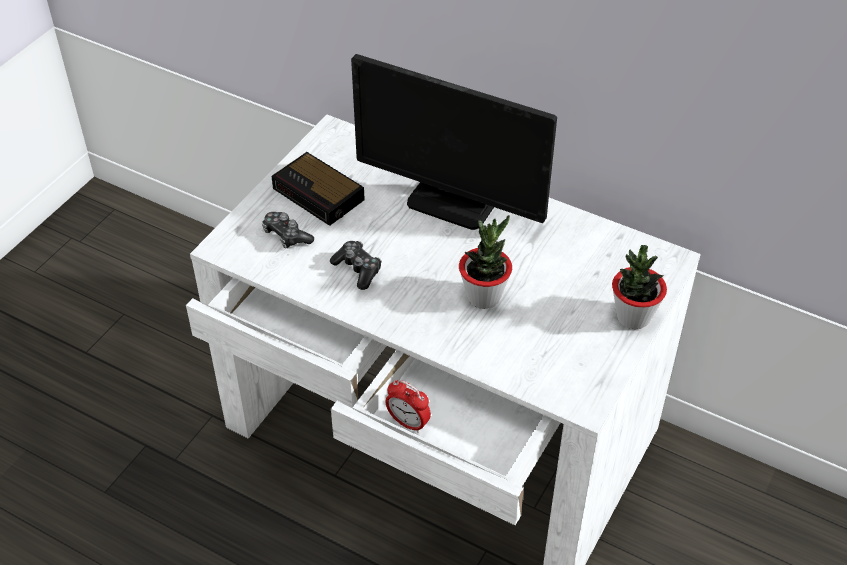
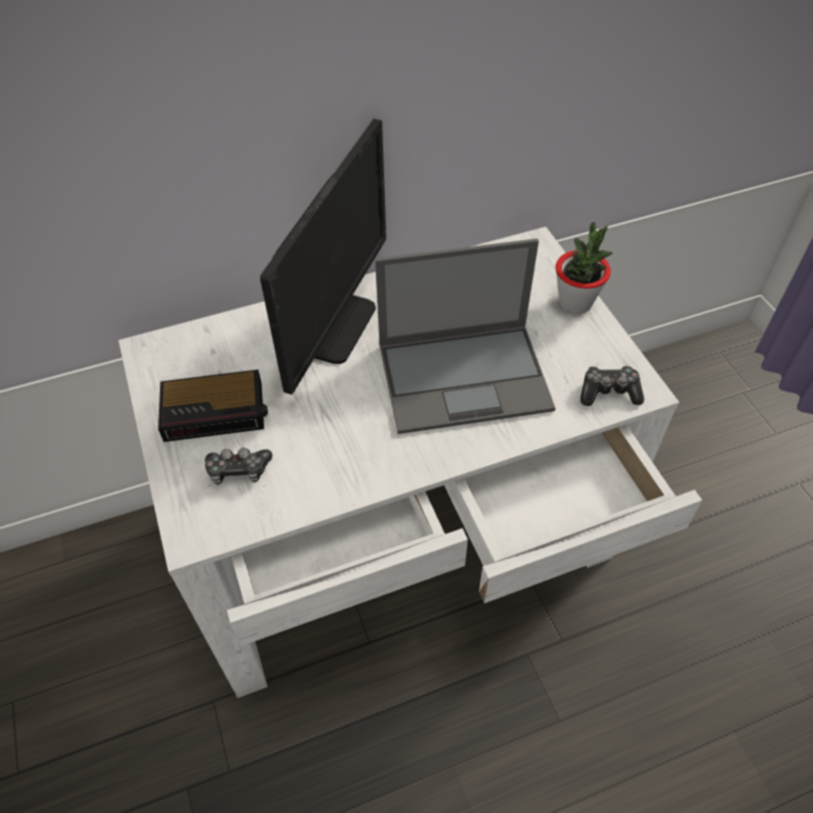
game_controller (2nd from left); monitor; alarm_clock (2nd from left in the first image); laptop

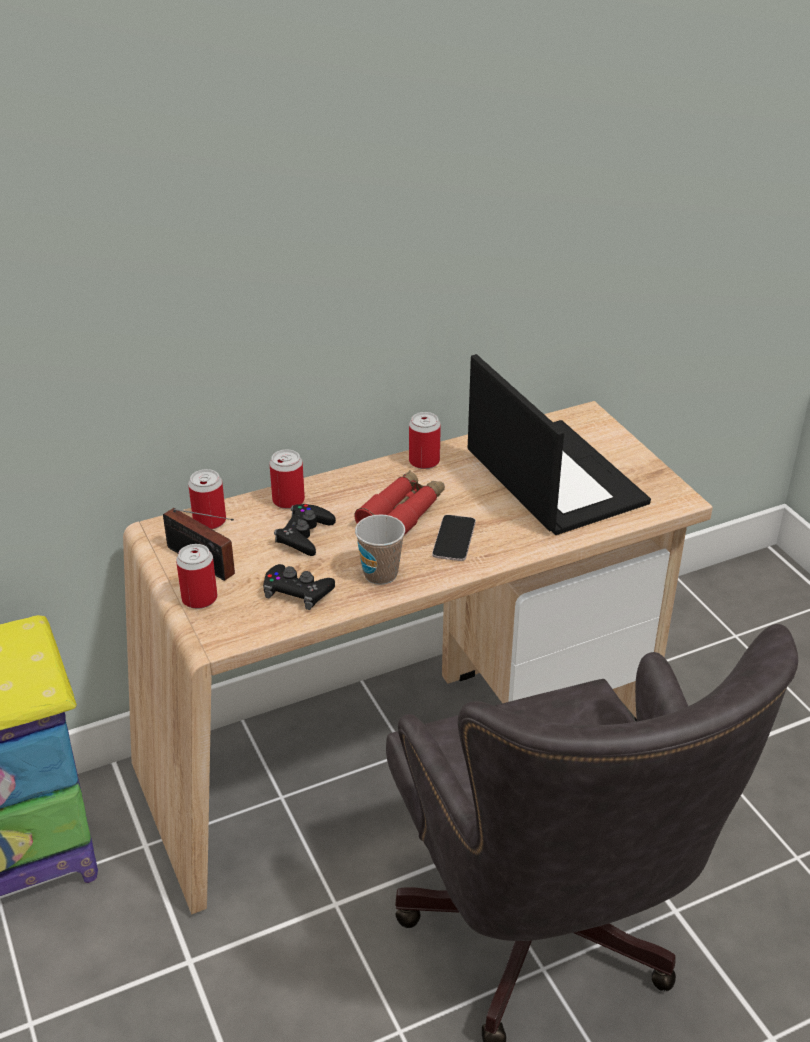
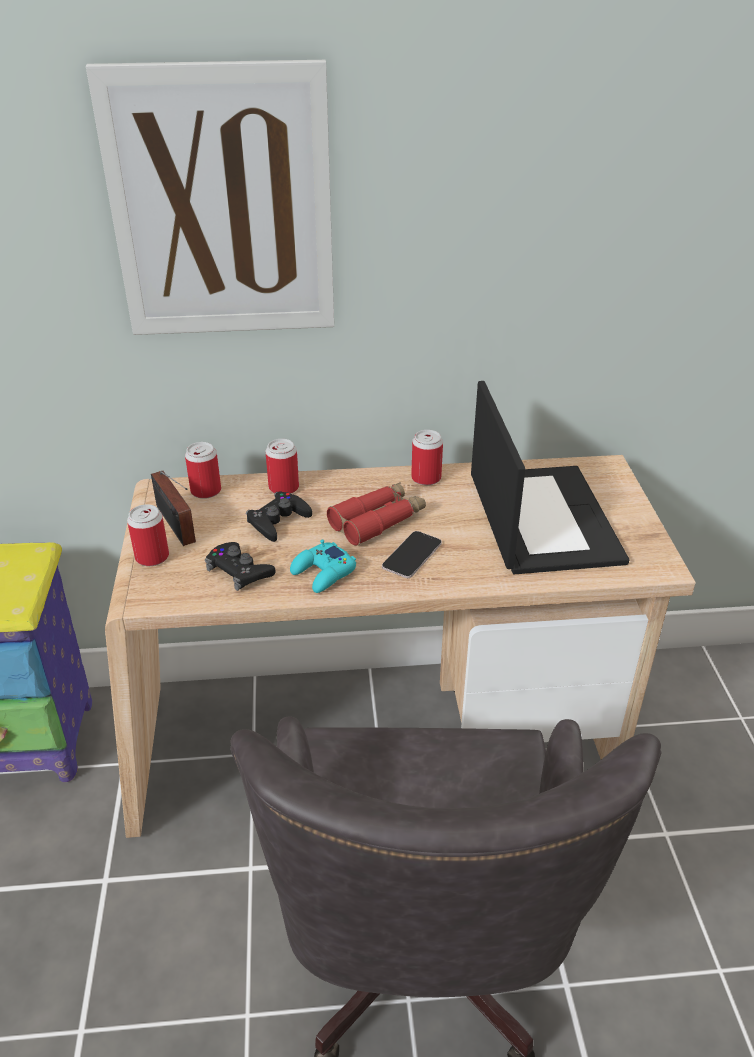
turquoise_game_controller; picture

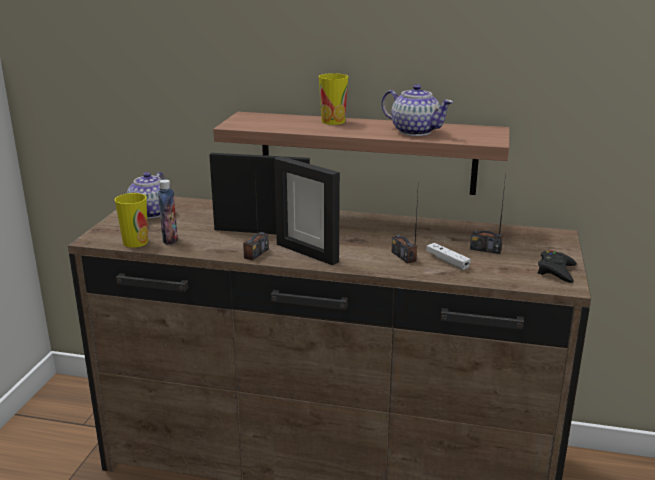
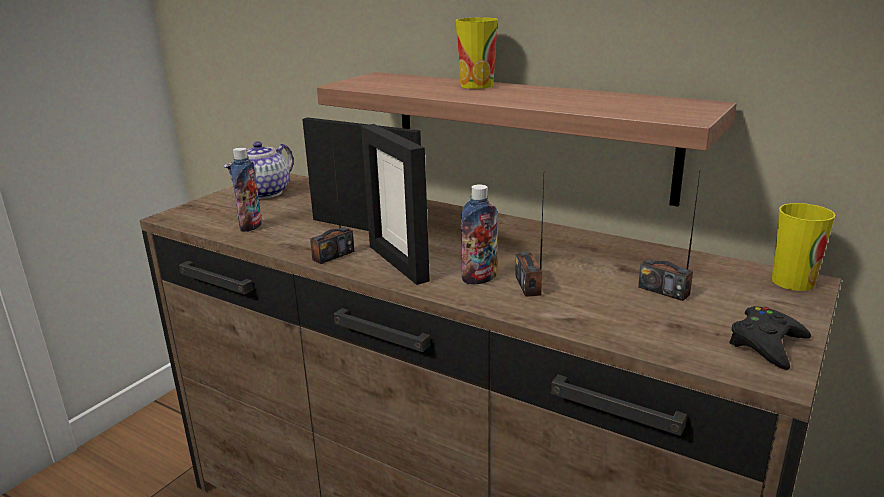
cup (2nd from left); teapot (2nd from left in the first image); white_game_controller; bottle (2nd from left)

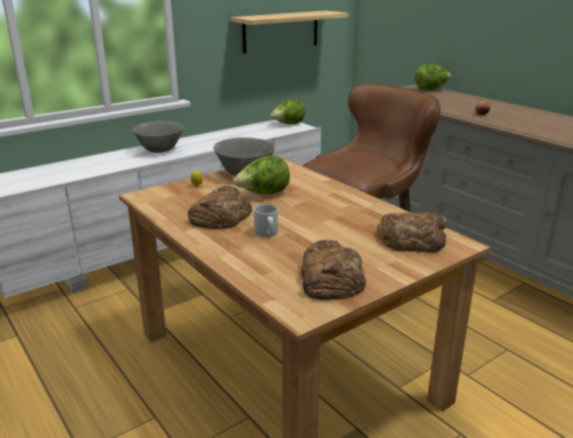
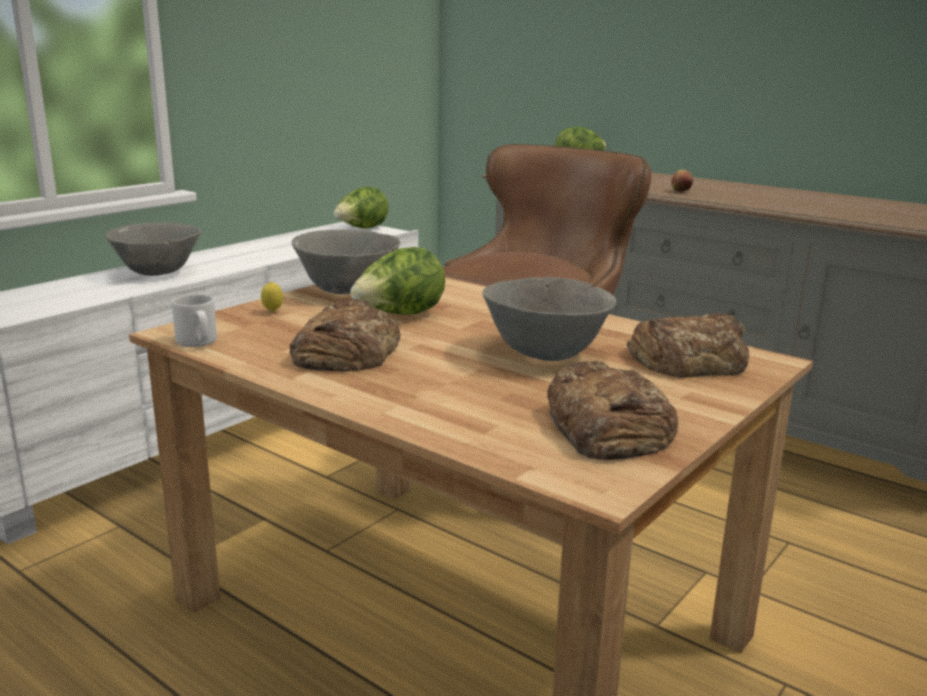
shelf; grey_mug; grey_bowl (3rd from left)

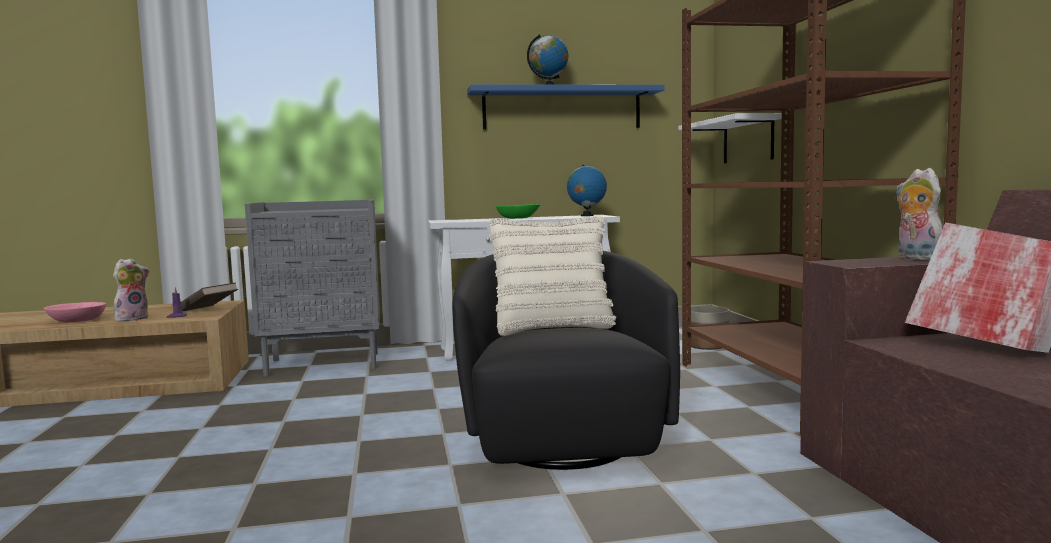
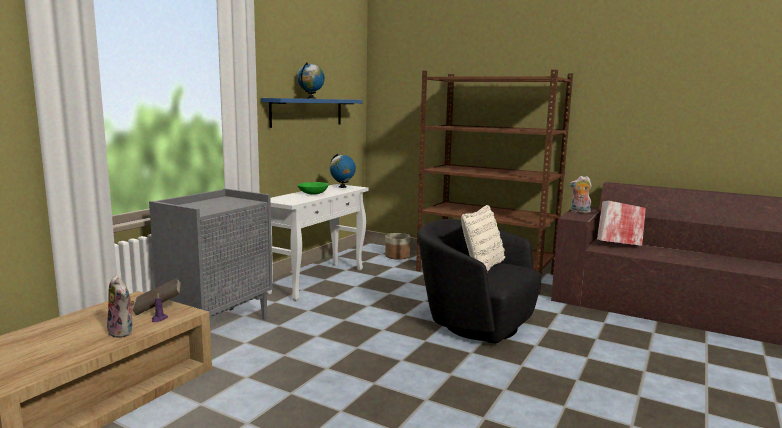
pink_bowl; plush_toy (1st from left); white_shelf

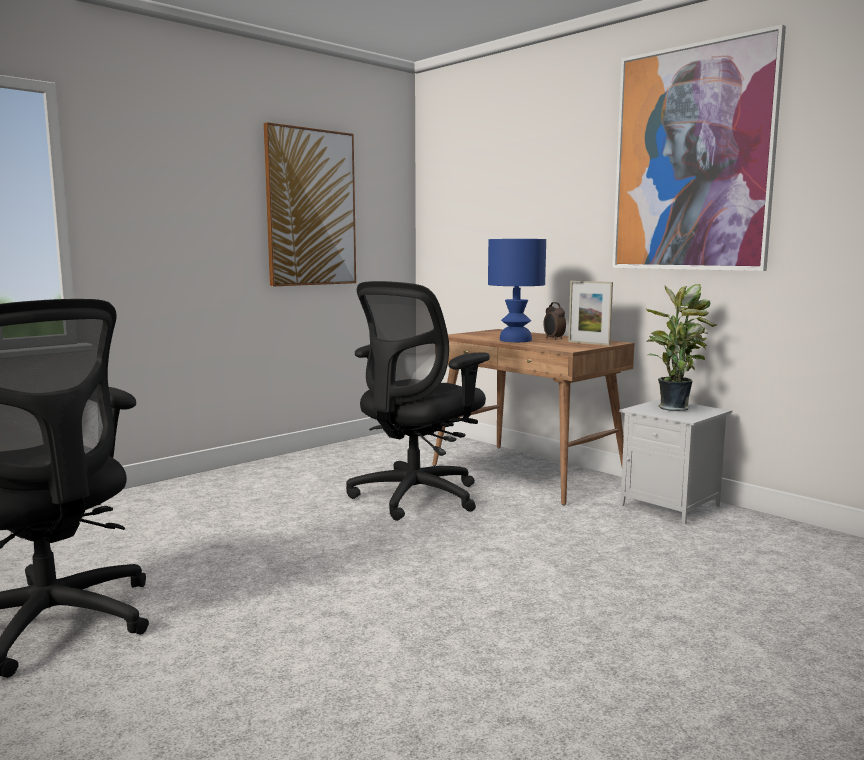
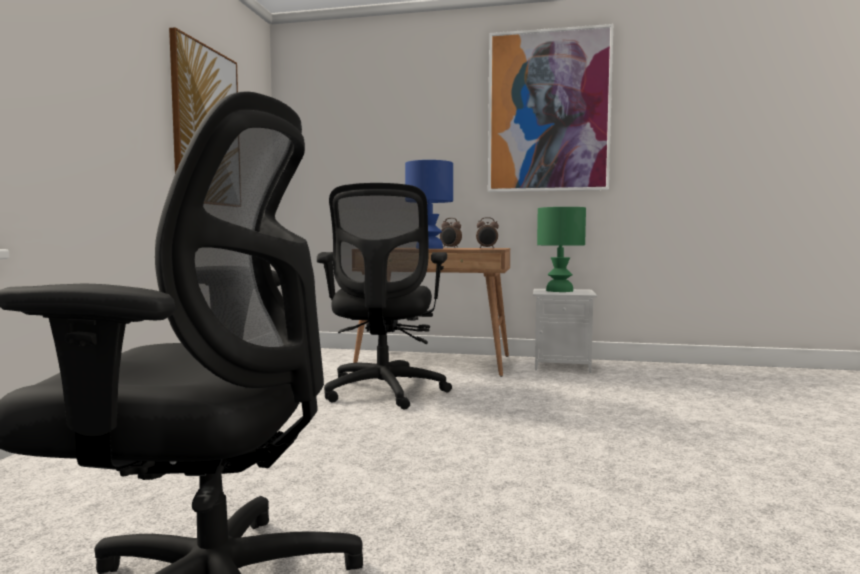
alarm_clock (2nd from left); green_table_lamp

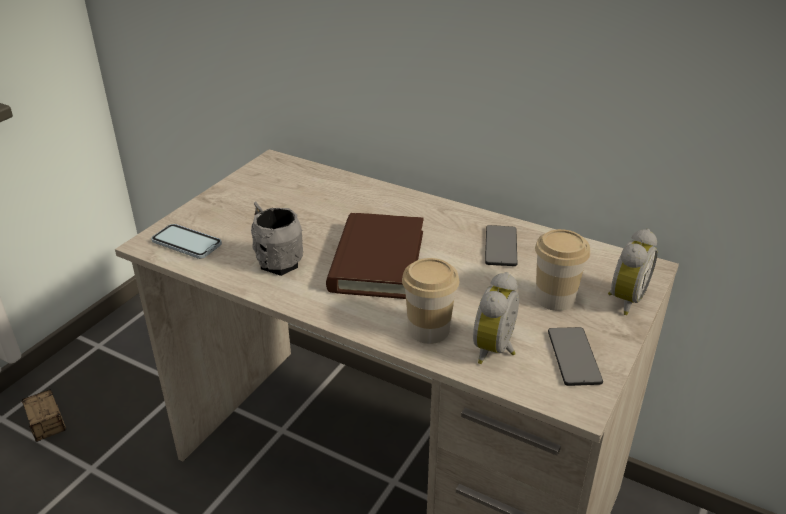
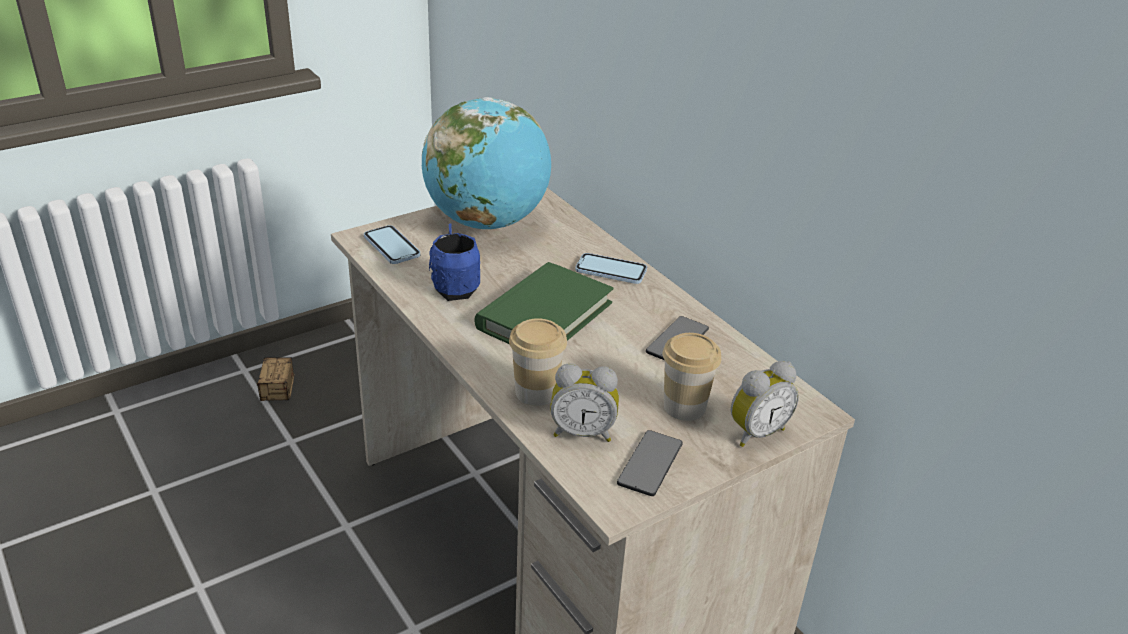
blue_mug; green_book; alarm_clock (1st from left); globe; phone (2nd from left)

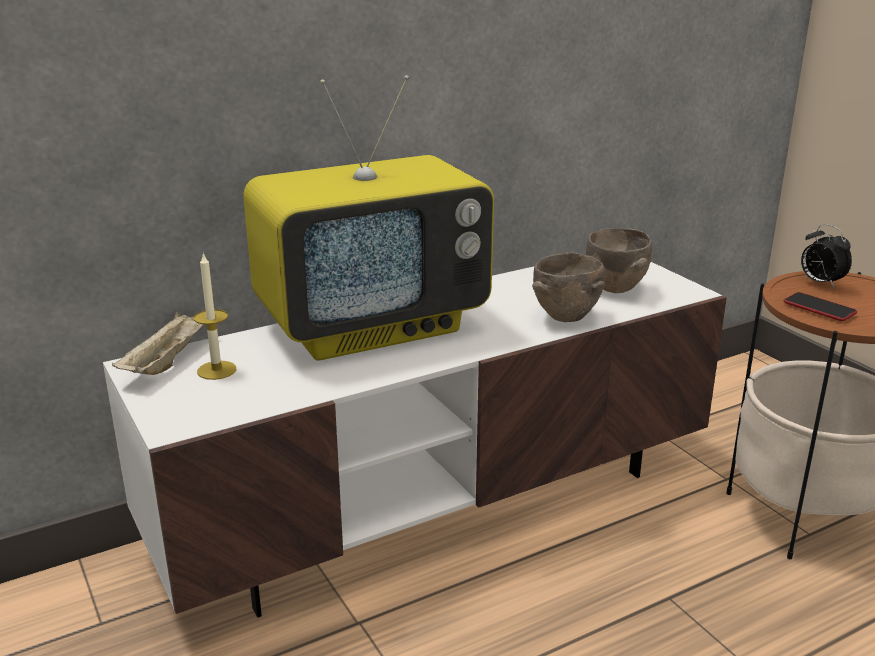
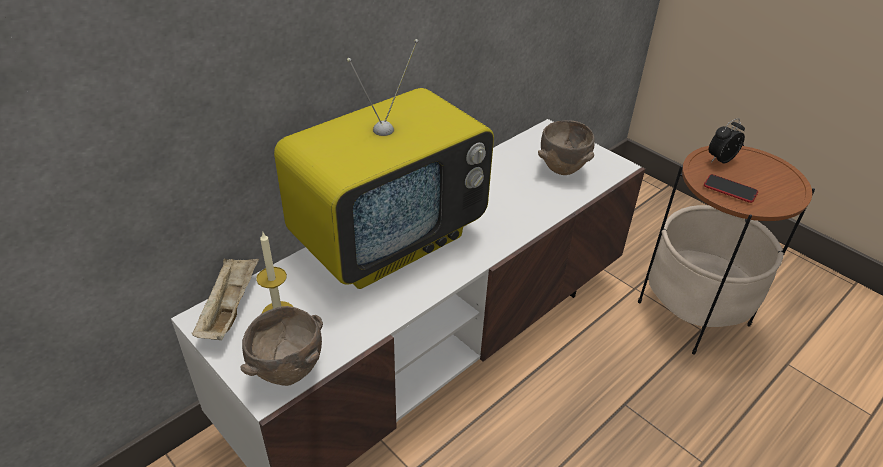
brown_bowl (1st from left); alarm_clock

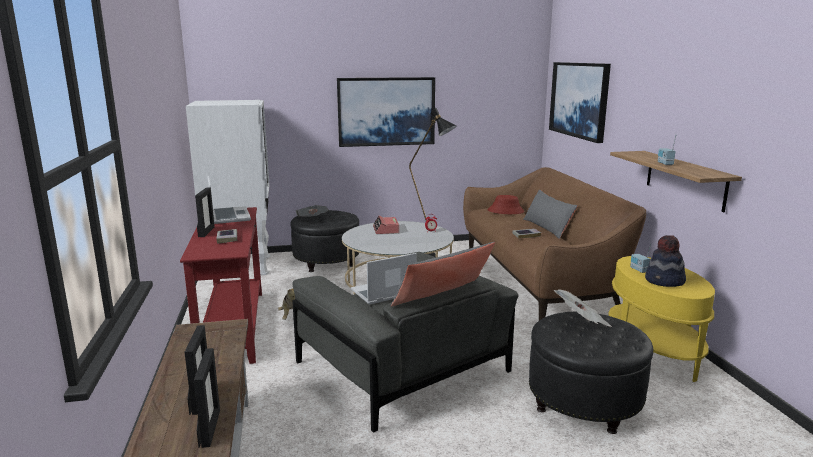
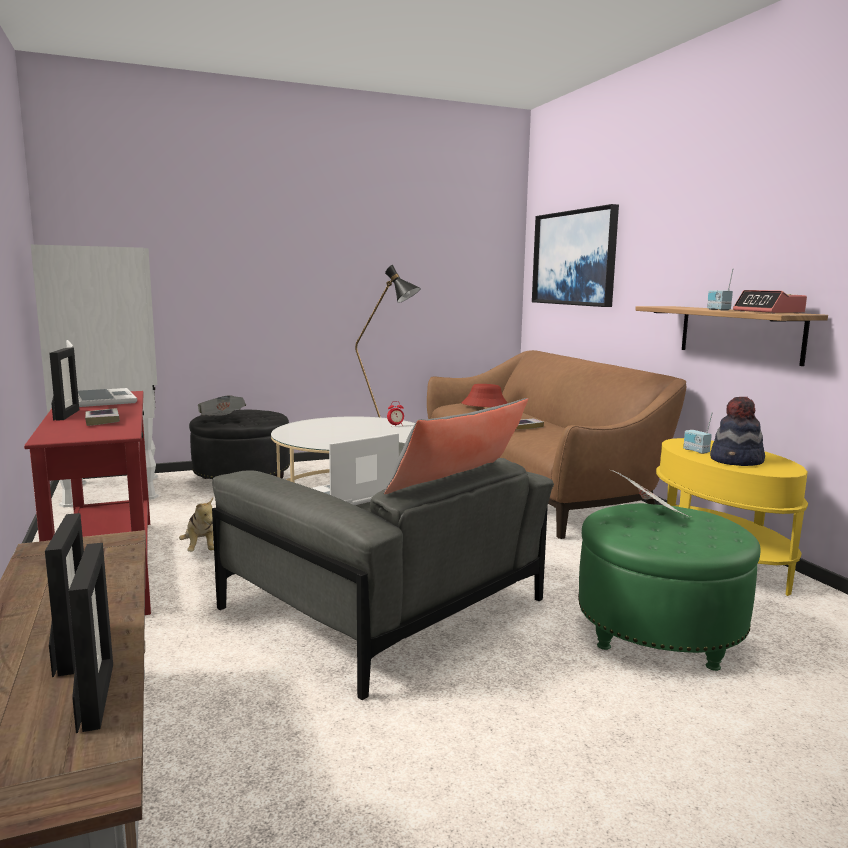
picture (1st from left in the first image); alarm_clock (2nd from left); grey_pillow (2nd from left in the first image); green_ottoman

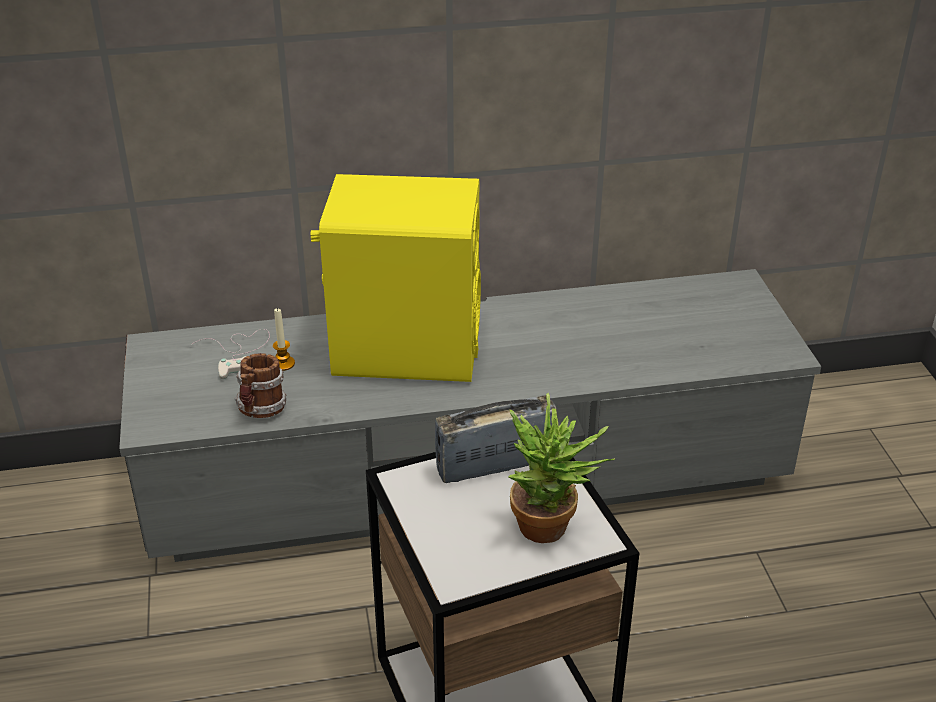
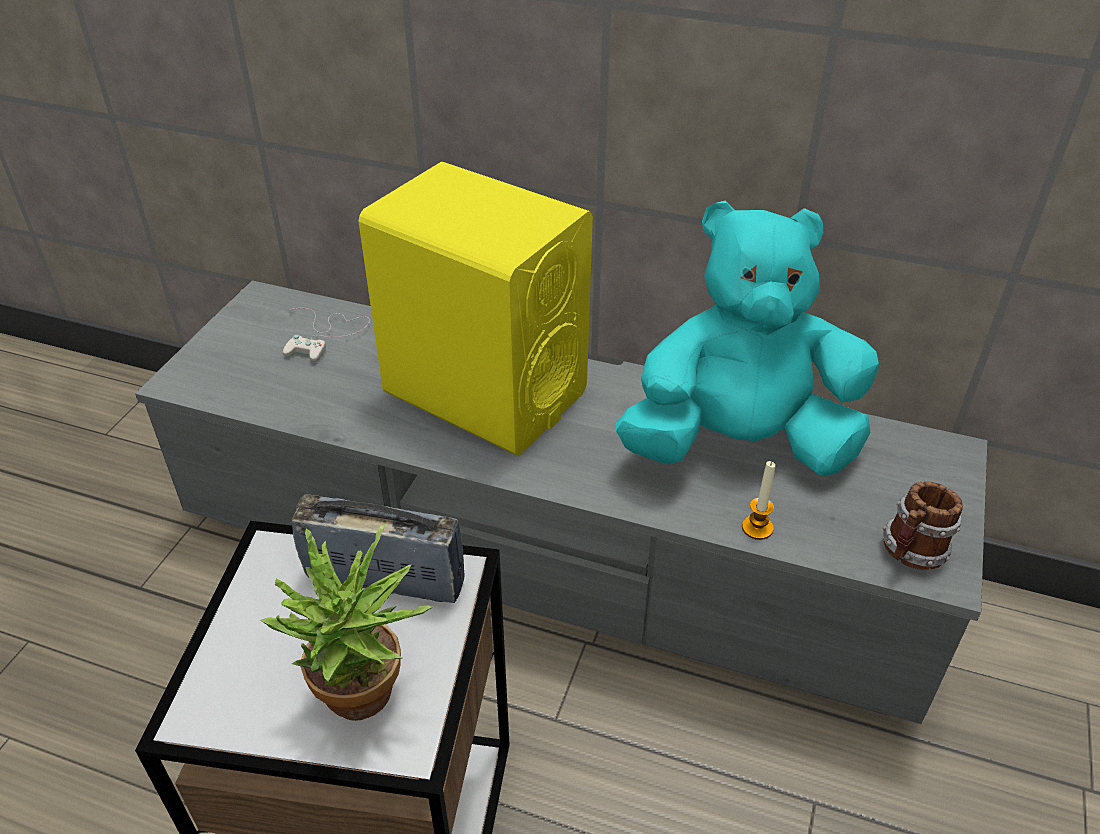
mug; candle; turquoise_plush_toy

